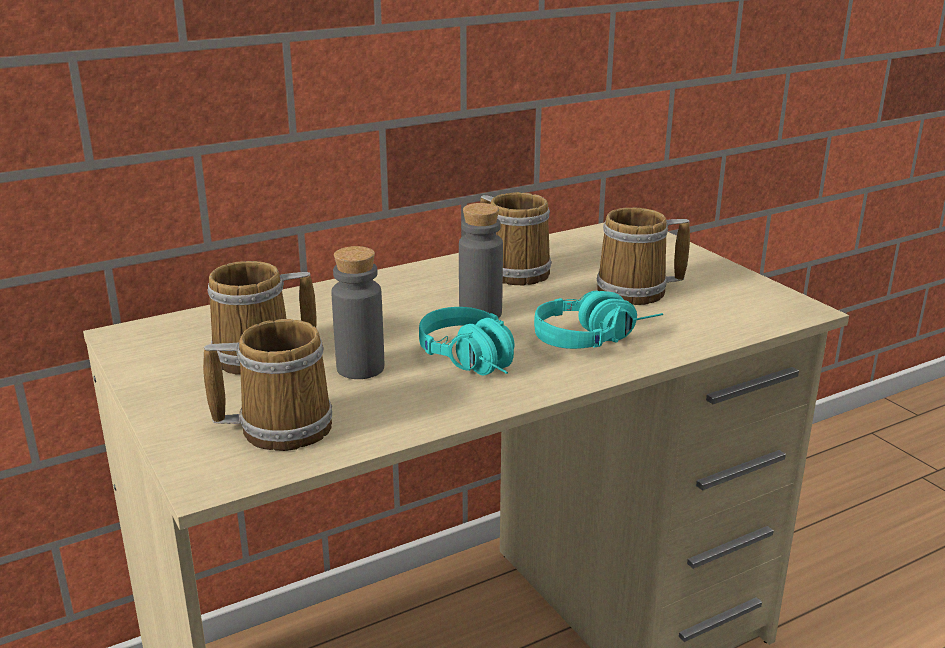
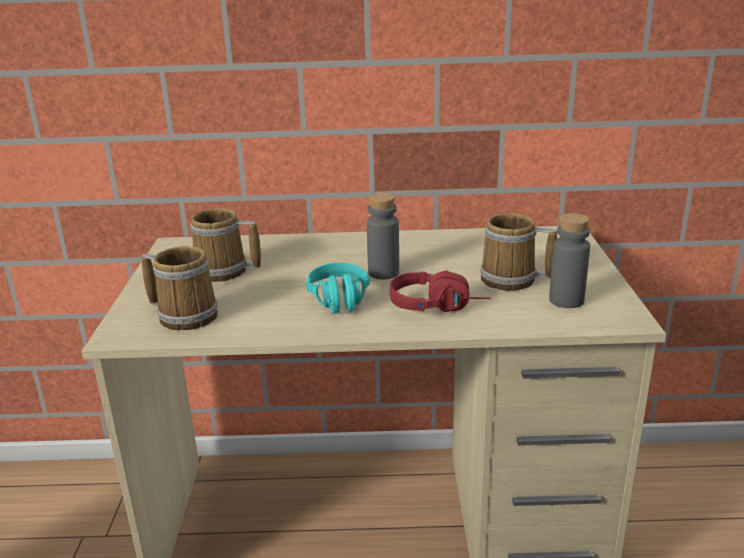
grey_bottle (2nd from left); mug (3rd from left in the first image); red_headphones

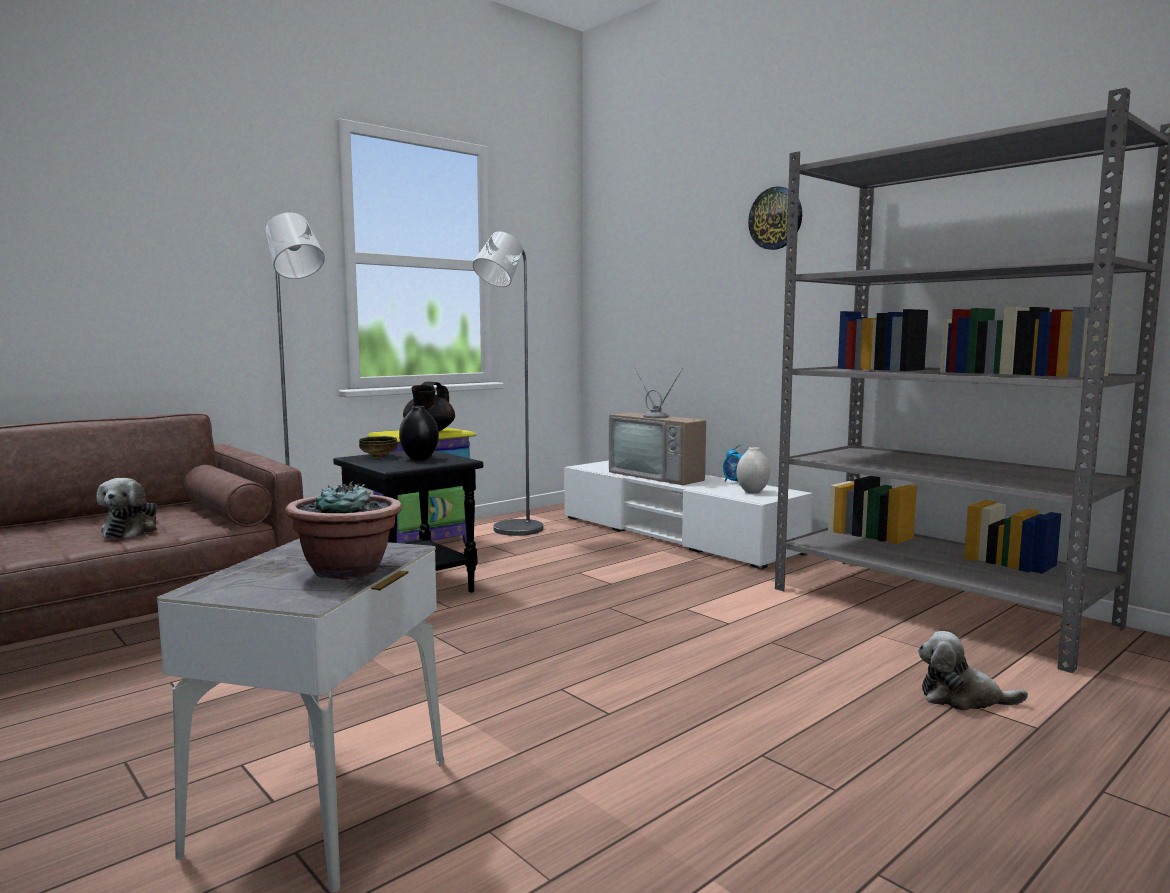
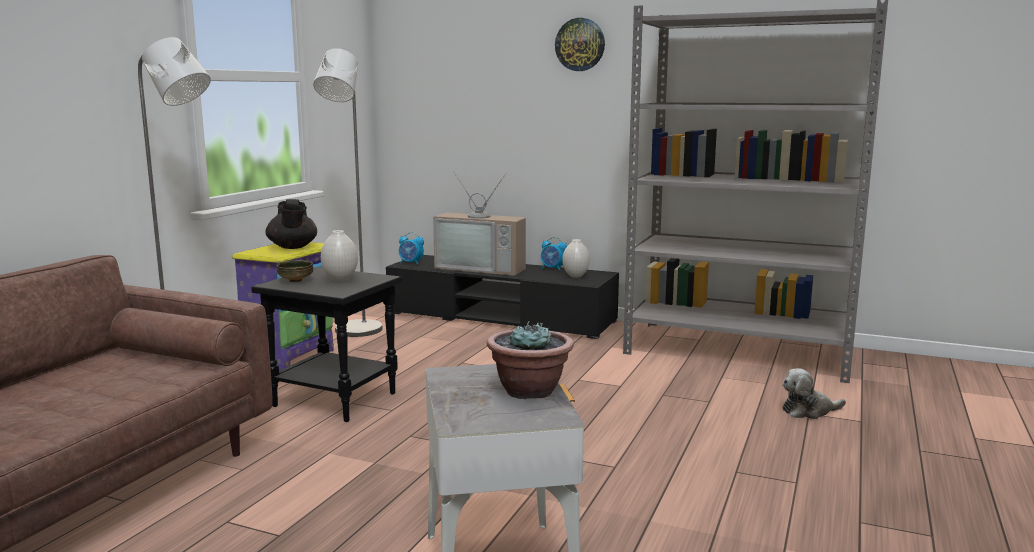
plush_toy (1st from left in the first image); white_vase (1st from left); black_tv_stand; alarm_clock (1st from left)

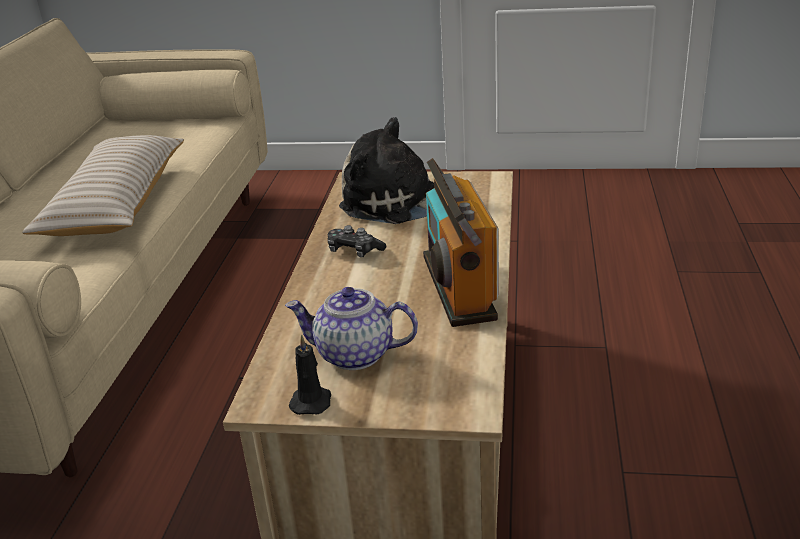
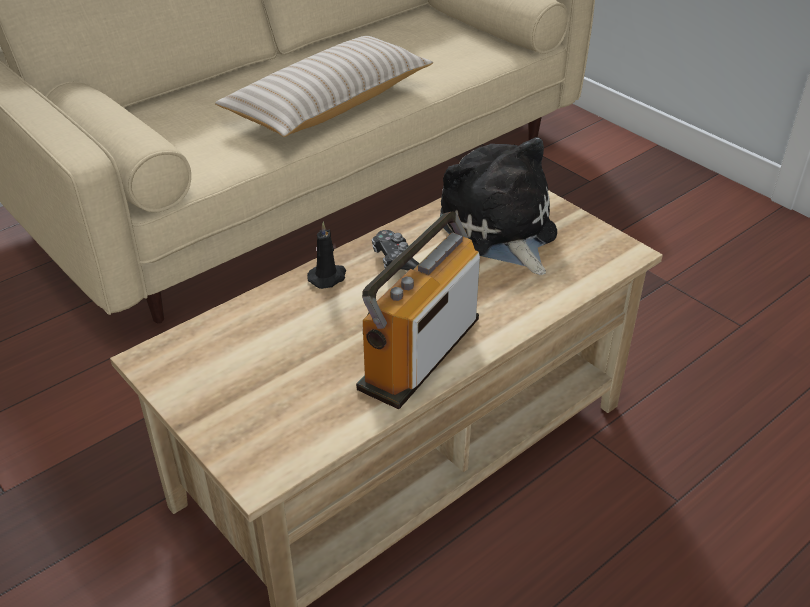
teapot; black_candle

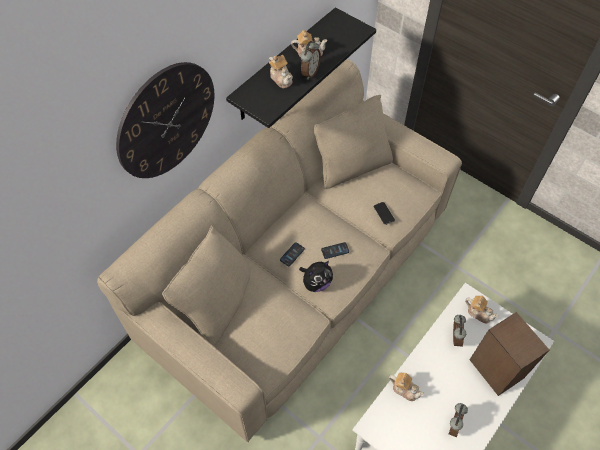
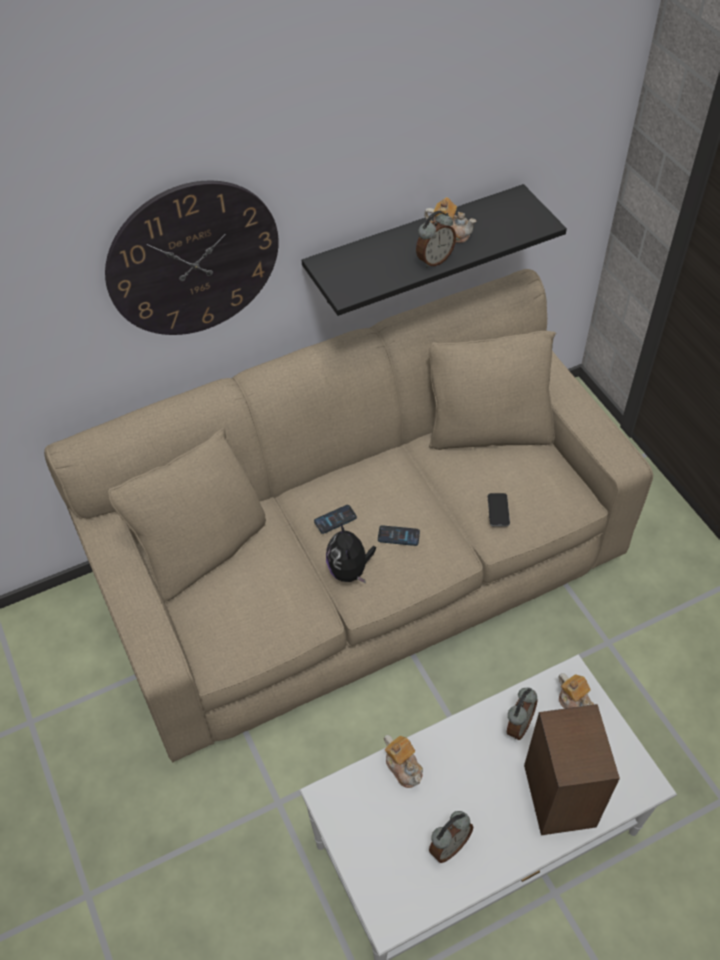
teapot (1st from left in the first image); plush_toy

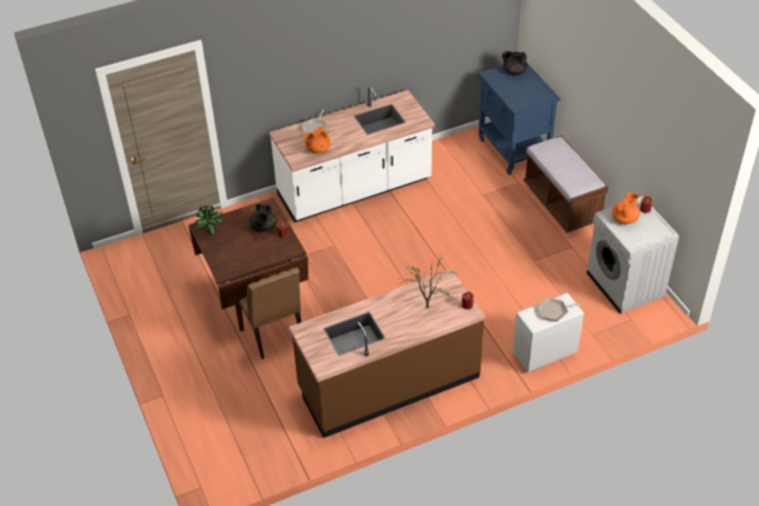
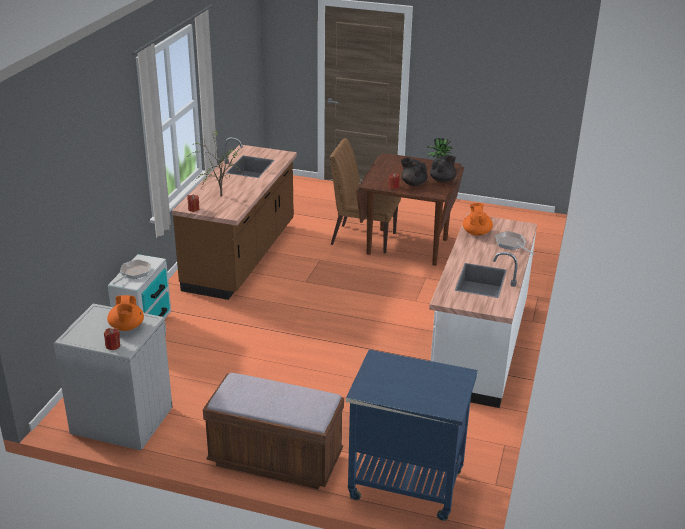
black_teapot (2nd from left)

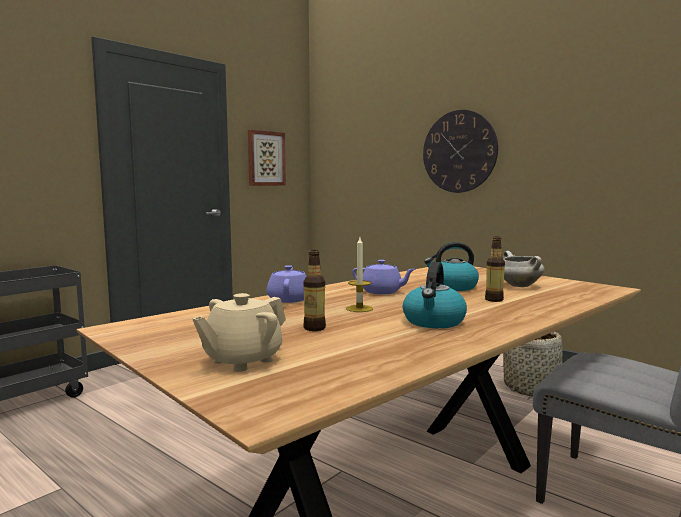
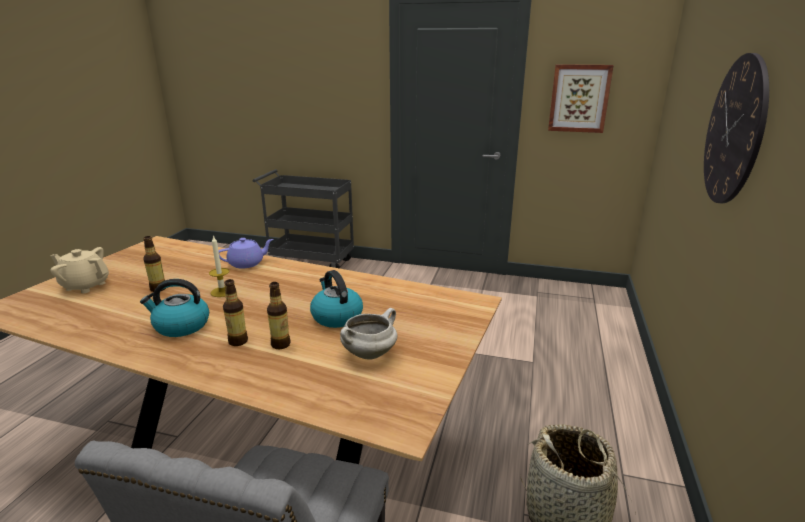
purple_teapot (2nd from left in the first image); bottle (2nd from left)

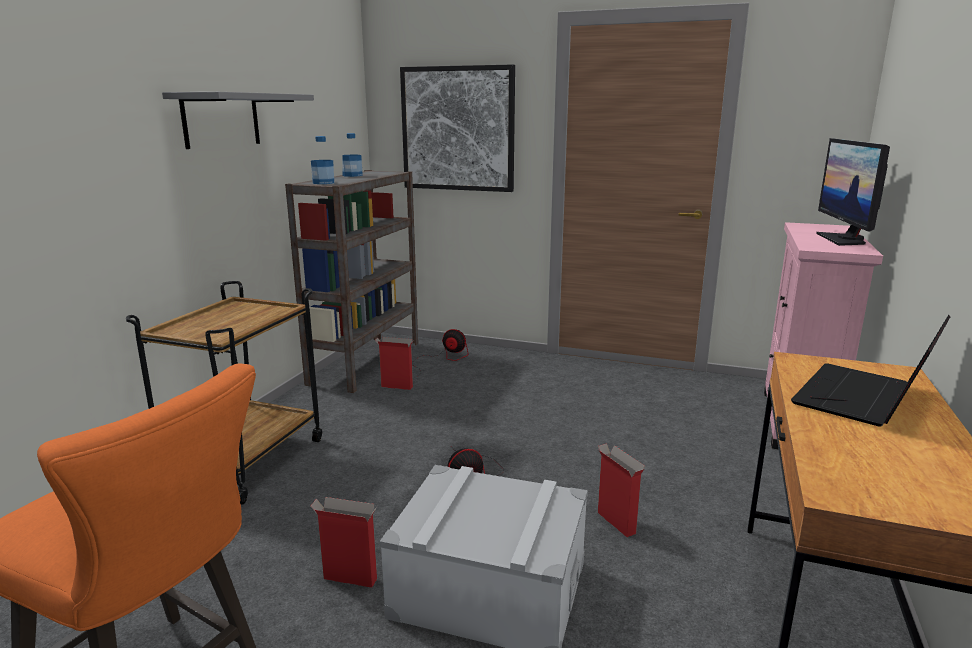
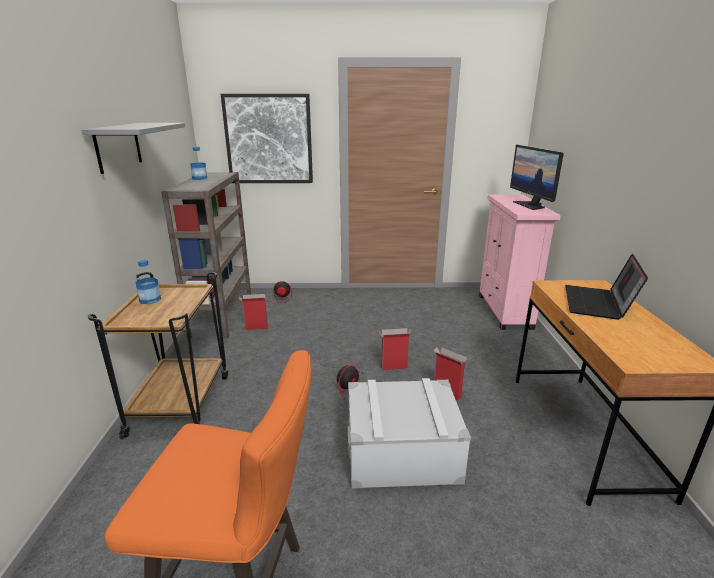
bottle (1st from left); cardboard_box (2nd from left)

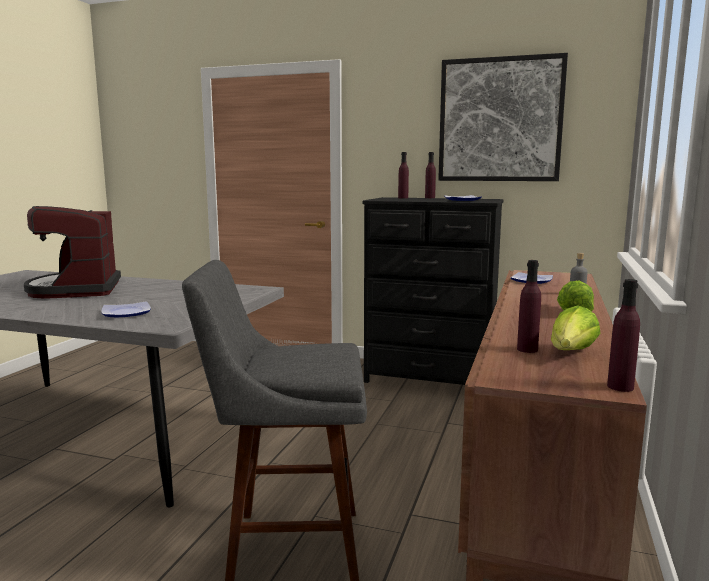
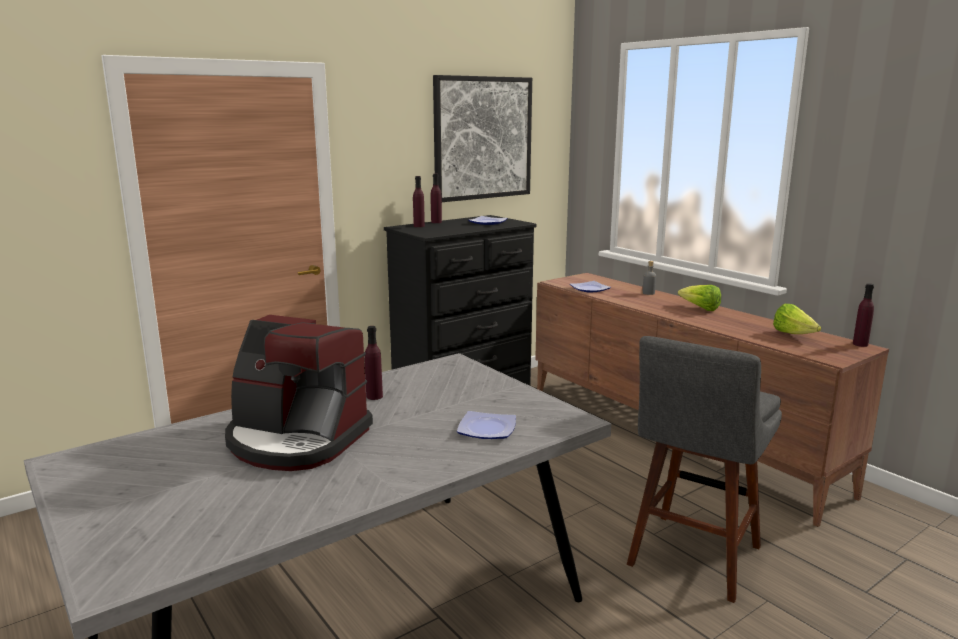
purple_bottle (1st from left)

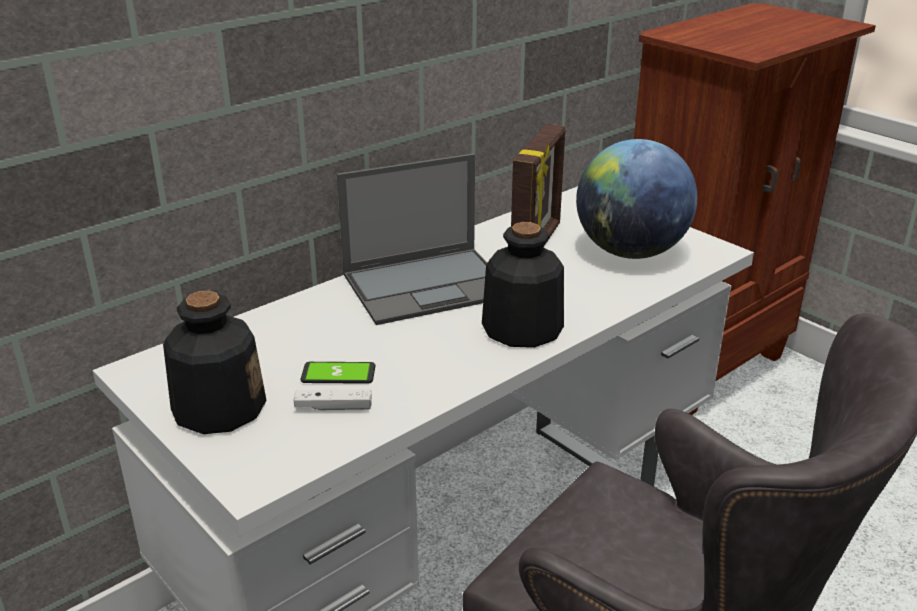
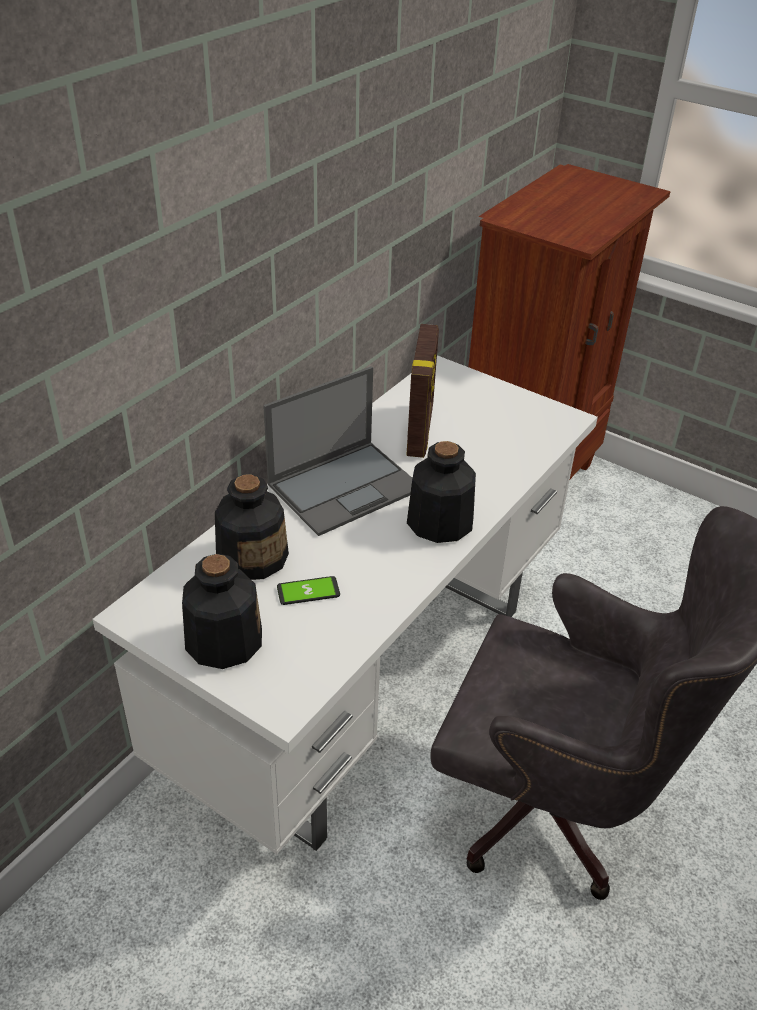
white_game_controller; globe; bottle (2nd from left)

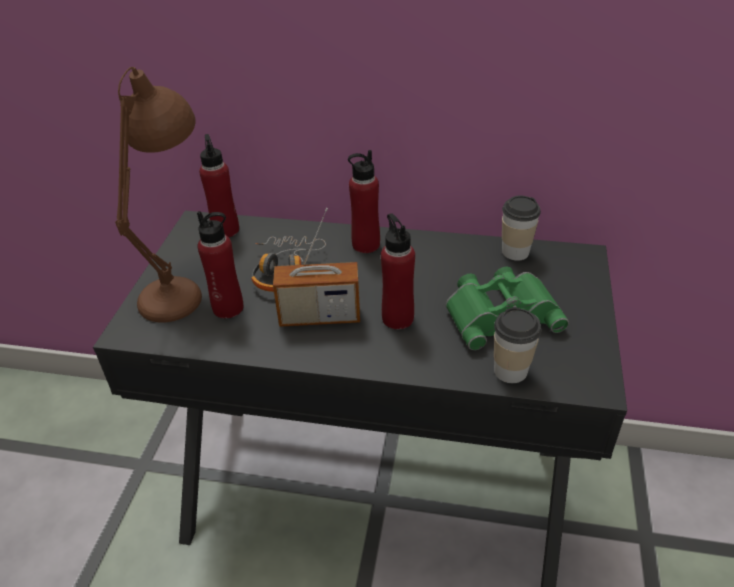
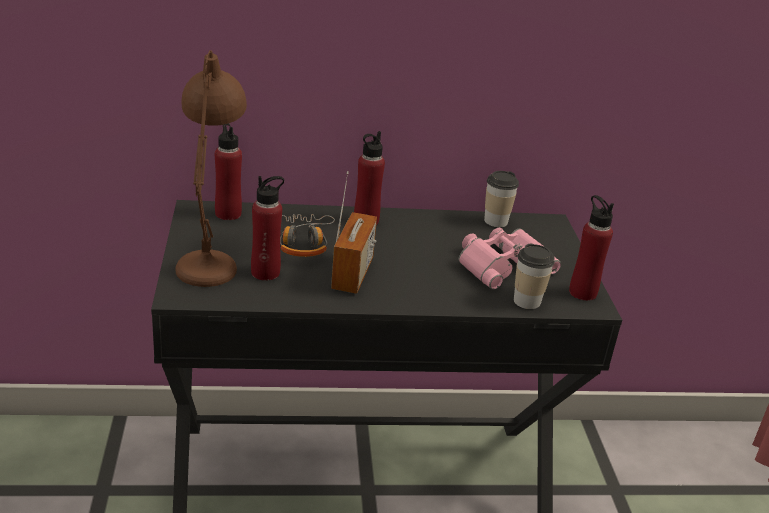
radio; red_bottle (4th from left); pink_binoculars

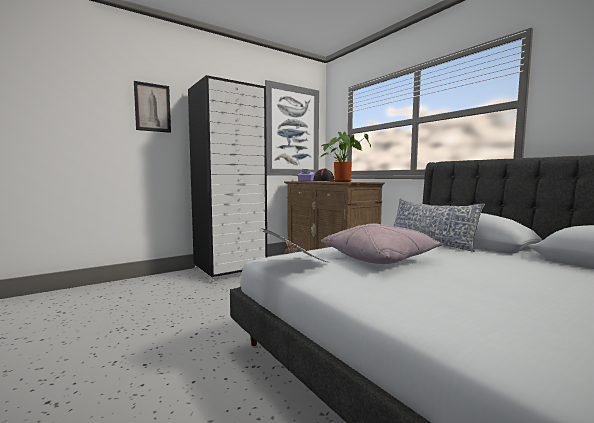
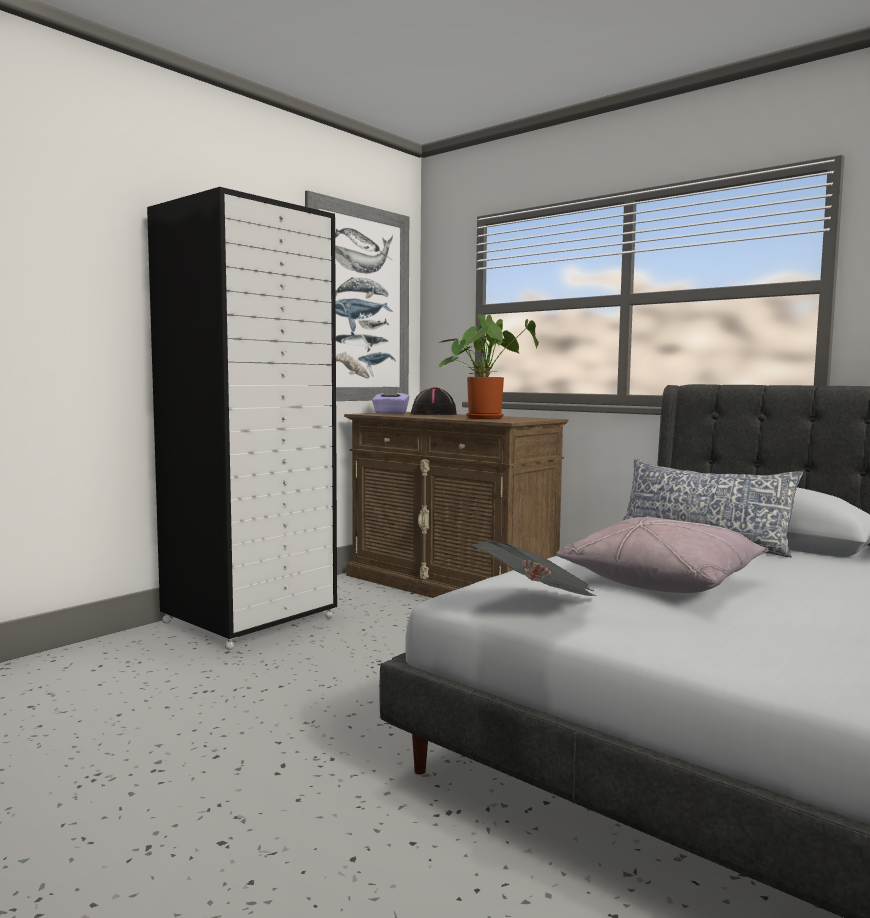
picture (1st from left in the first image)

